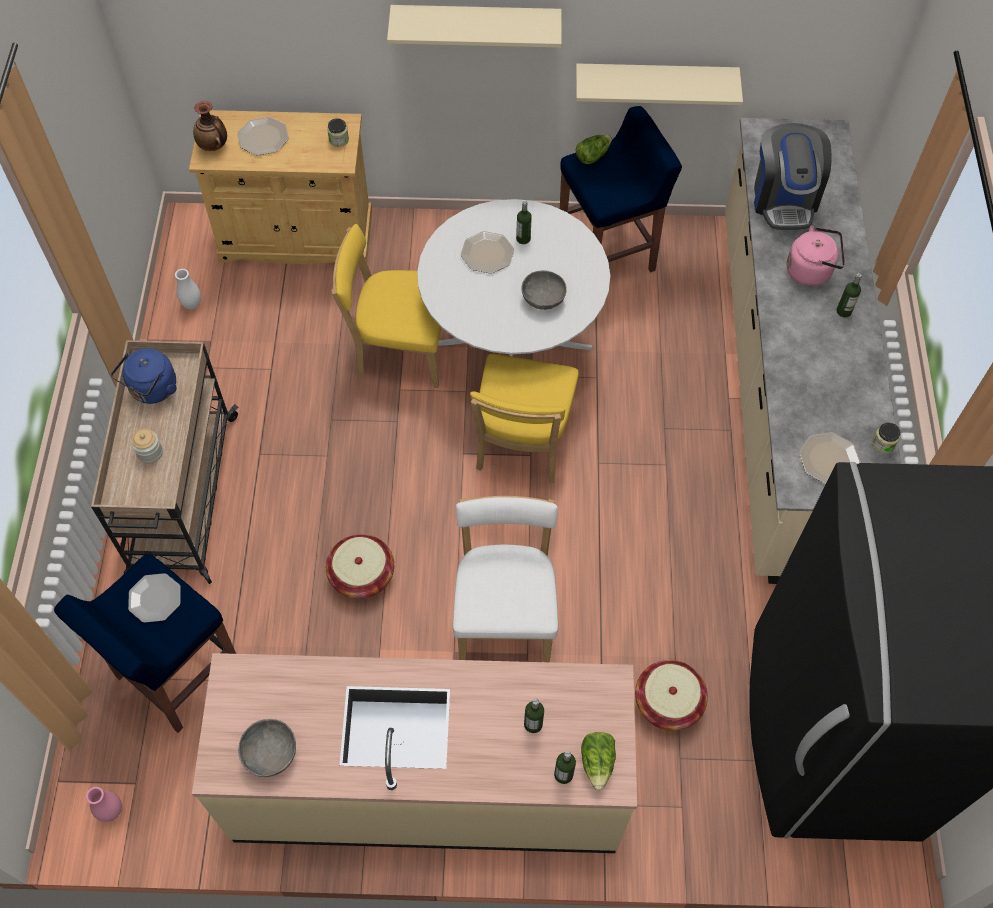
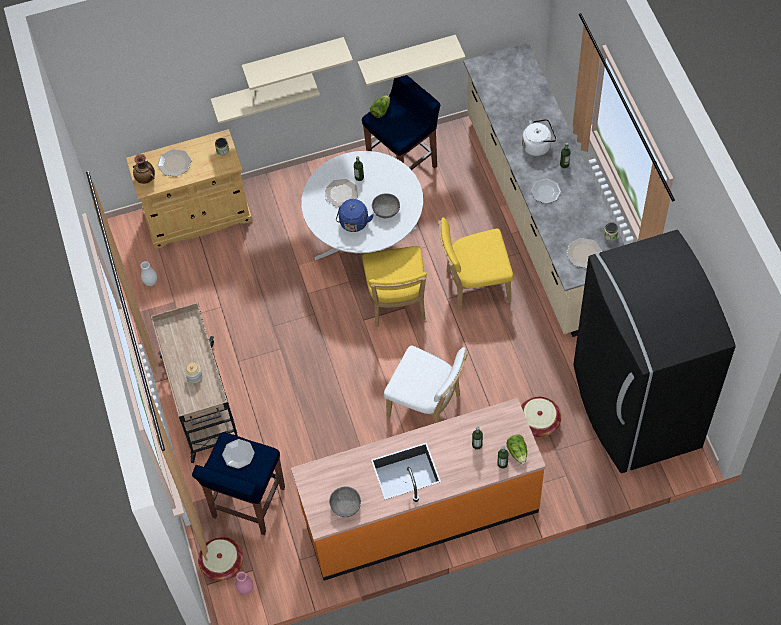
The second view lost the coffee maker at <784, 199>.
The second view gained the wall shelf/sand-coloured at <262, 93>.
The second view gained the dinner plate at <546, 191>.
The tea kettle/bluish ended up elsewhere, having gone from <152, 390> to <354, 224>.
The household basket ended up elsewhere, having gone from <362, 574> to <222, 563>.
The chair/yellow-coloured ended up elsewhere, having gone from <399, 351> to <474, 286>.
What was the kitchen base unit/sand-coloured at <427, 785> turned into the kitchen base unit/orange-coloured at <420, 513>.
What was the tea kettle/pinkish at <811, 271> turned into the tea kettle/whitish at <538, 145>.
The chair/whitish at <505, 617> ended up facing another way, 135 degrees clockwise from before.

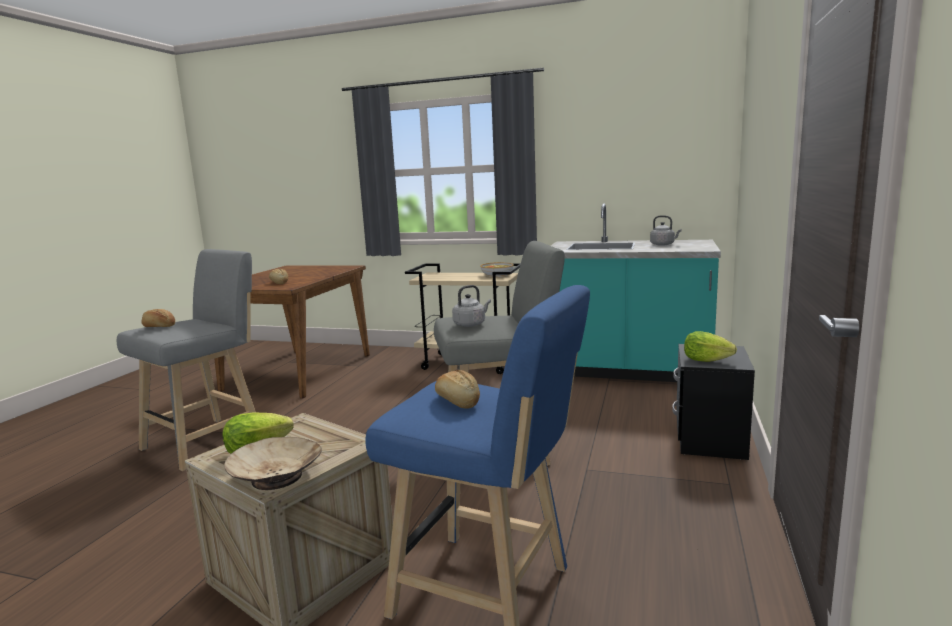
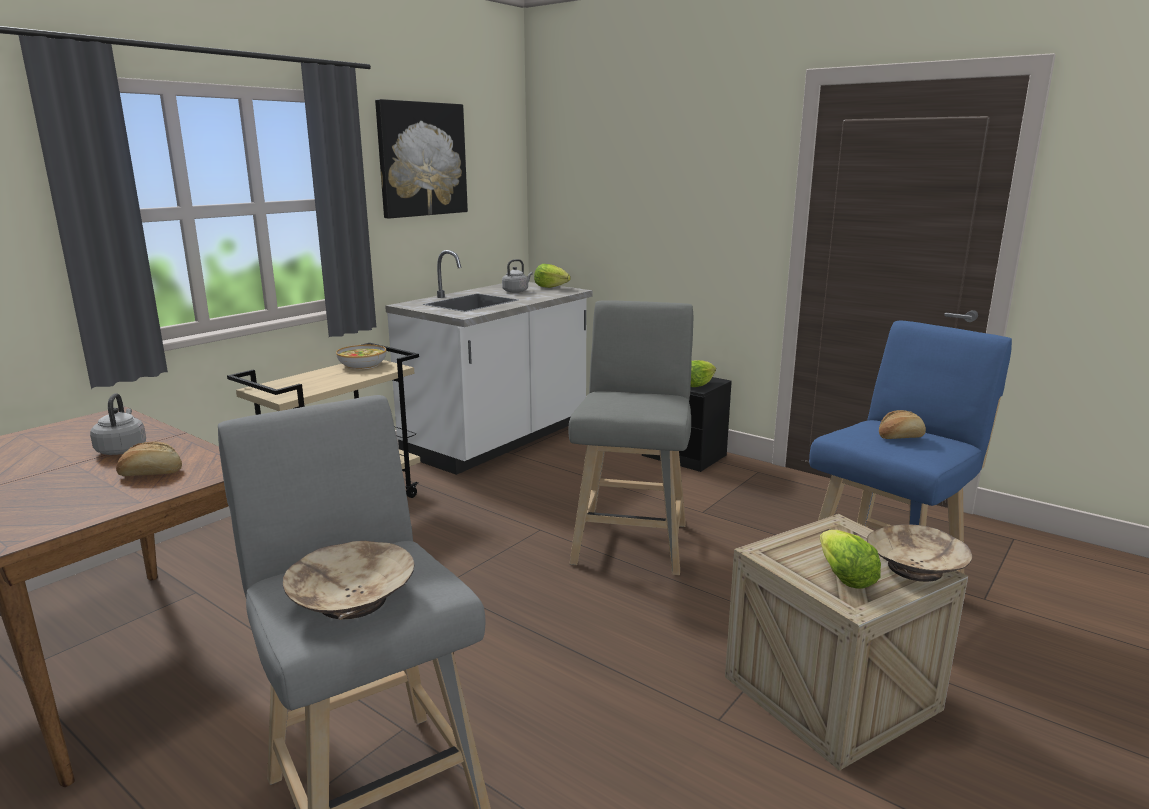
The second view gained the wall art at <421, 159>.
The second view gained the lettuce at <550, 287>.
The tea kettle/grey ended up elsewhere, having gone from <471, 324> to <122, 449>.
Where the bakery bread stood at <159, 327>, the bowl/sand-coloured came to stand at <352, 600>.
What was the kitchen base unit/blue-green at <627, 370> turned into the kitchen base unit/whitish at <498, 440>.

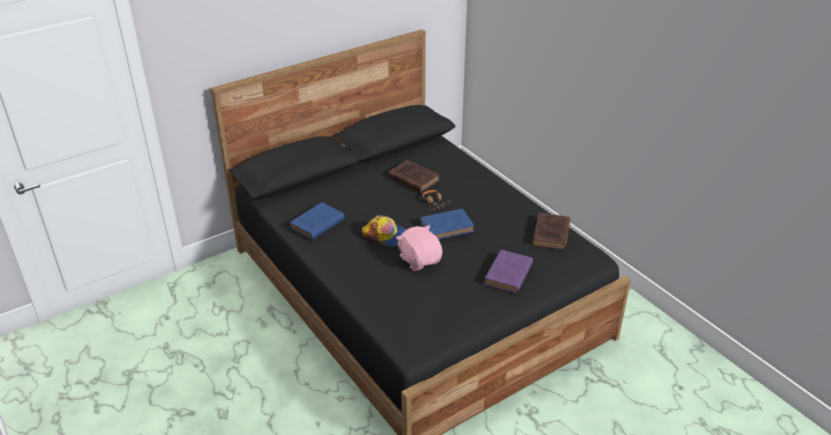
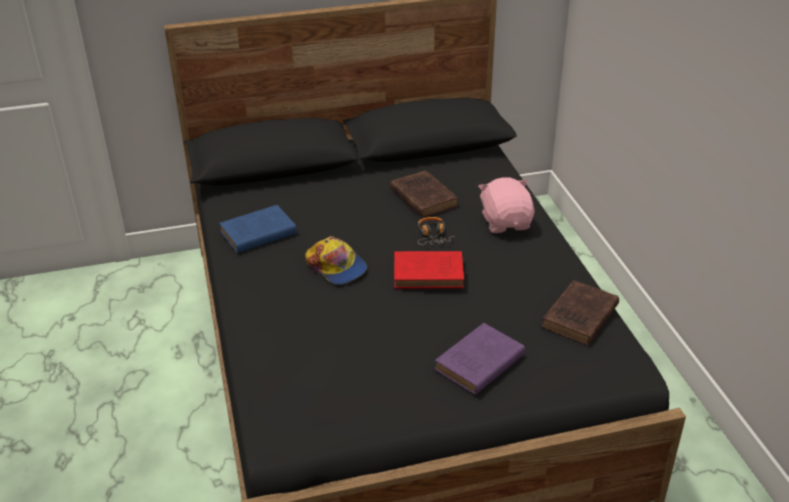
The cuddly toy/pinkish ended up elsewhere, having gone from <420, 260> to <506, 222>.
What was the bound book/bluish at <448, 227> turned into the bound book/reddish at <430, 273>.

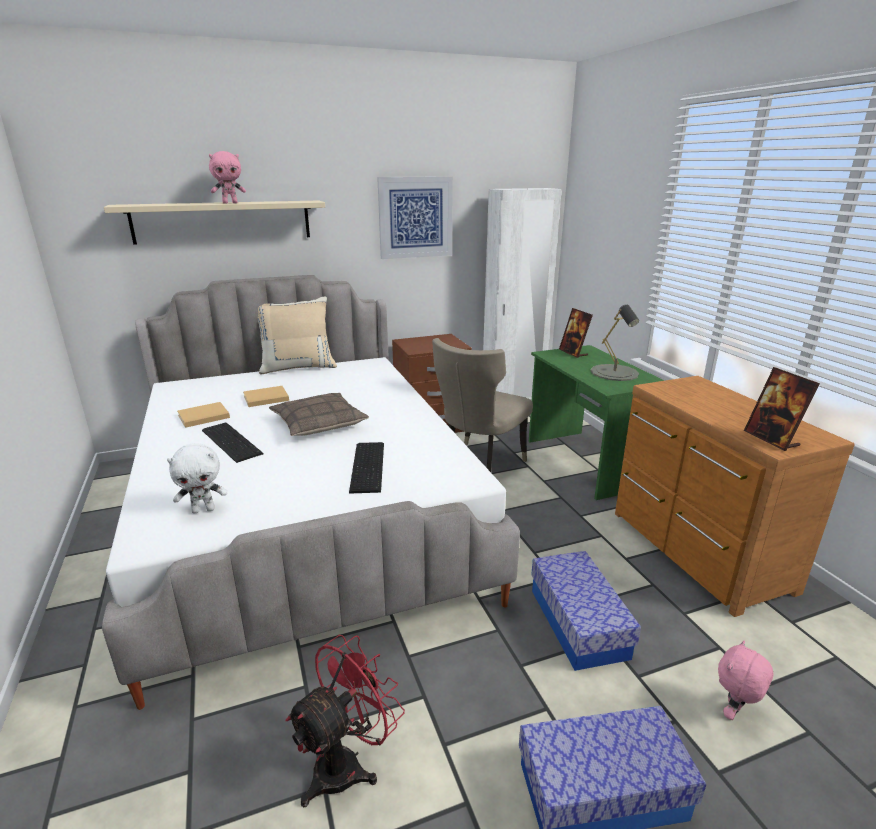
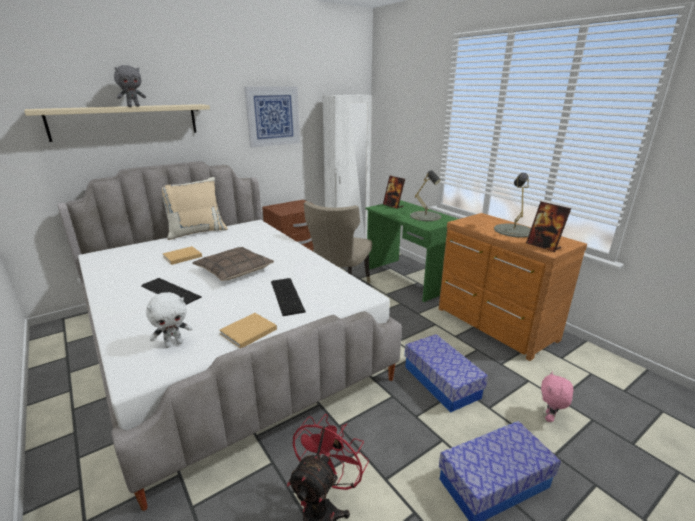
The second view gained the table lamp/grey at <513, 230>.
The bound book/sand-coloured ended up elsewhere, having gone from <202, 416> to <247, 332>.
What was the cuddly toy/pinkish at <230, 203> turned into the cuddly toy/grey at <133, 106>.

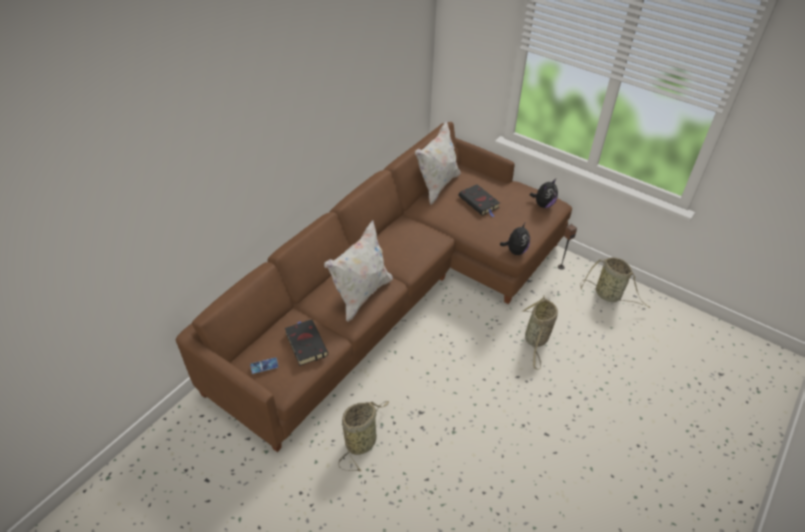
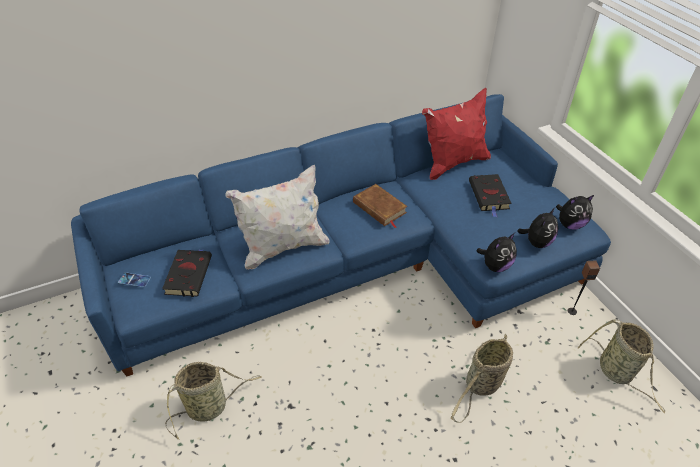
The second view gained the bound book/brown at <379, 208>.
The second view gained the cuddly toy at <536, 242>.
What was the sofa/brown at <398, 289> turned into the sofa/bluish at <363, 262>.
What was the throw pillow/whitish at <437, 186> turned into the throw pillow/reddish at <453, 163>.

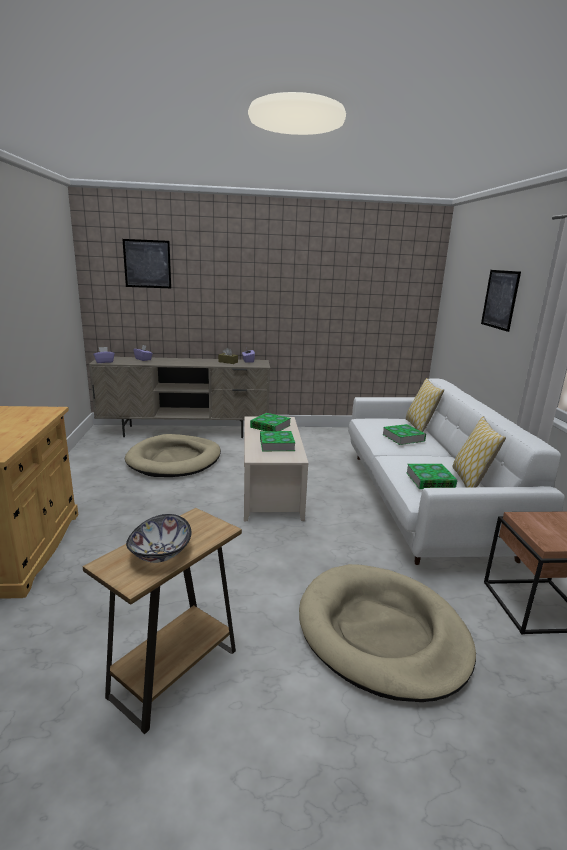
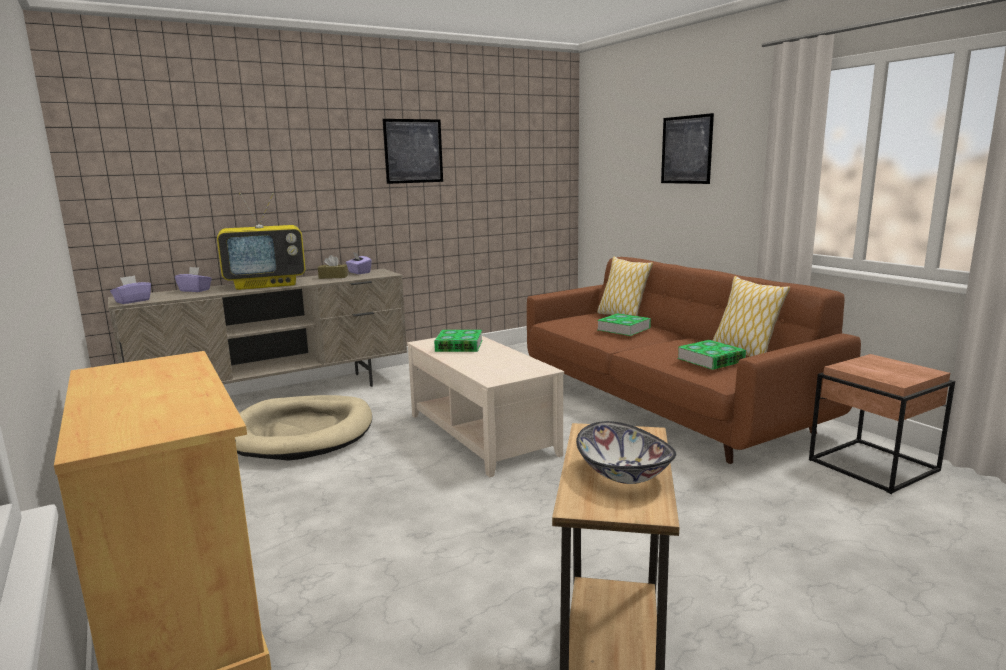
The second view lost the bound book at <277, 444>.
The second view lost the dog cushion/sand-coloured at <382, 633>.
The second view gained the TV set at <266, 284>.
The wall art ended up elsewhere, having gone from <147, 264> to <413, 151>.
What was the sofa/whitish at <421, 500> turned into the sofa/brown at <663, 402>.

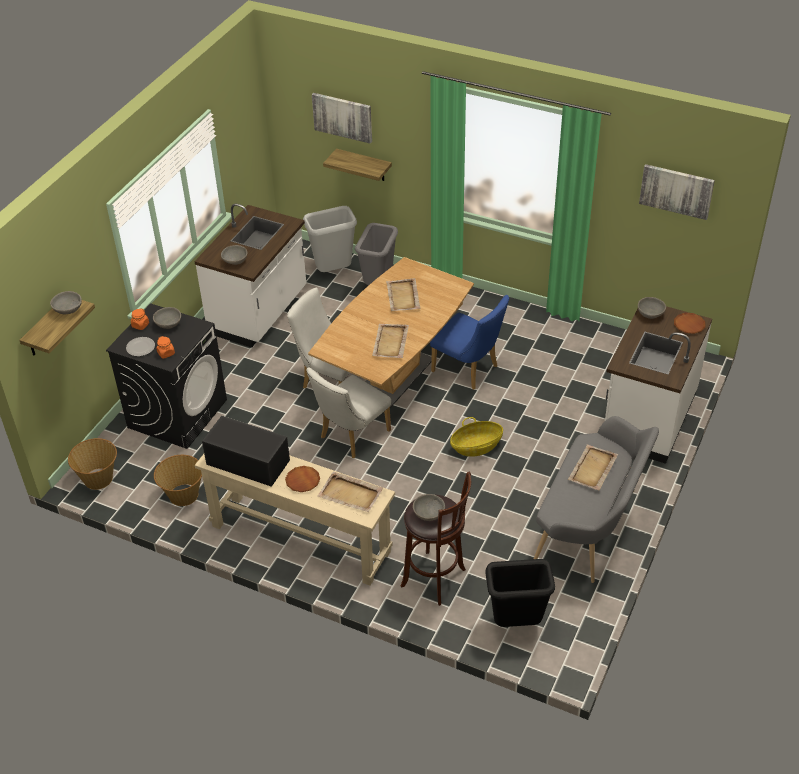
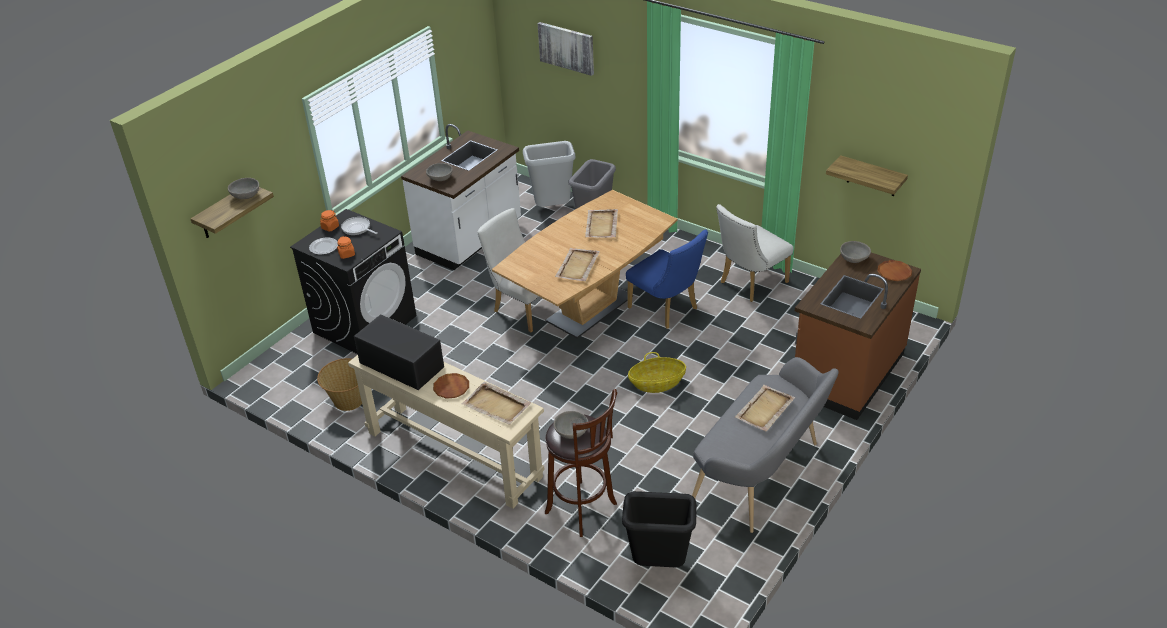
The second view lost the household basket at <99, 478>.
The second view lost the wall art at <676, 191>.
The chair/whitish ended up elsewhere, having gone from <351, 436> to <749, 284>.
The wall shelf ended up elsewhere, having gone from <364, 165> to <872, 176>.
Where the bowl/grey stood at <168, 324>, the skillet came to stand at <357, 228>.
What was the kitchen base unit/whitish at <648, 417> turned into the kitchen base unit/brown at <846, 372>.

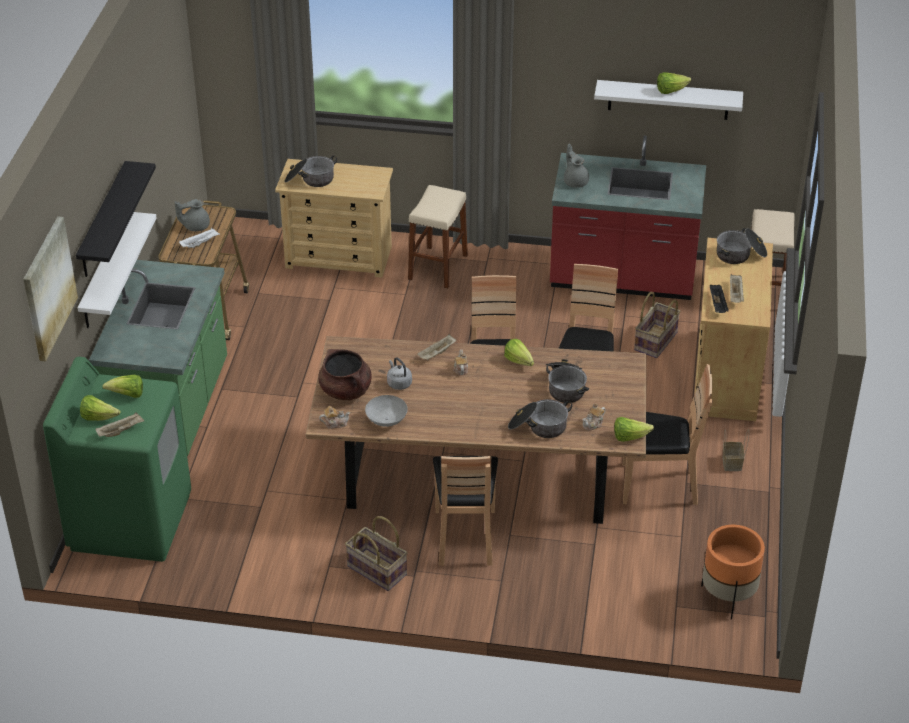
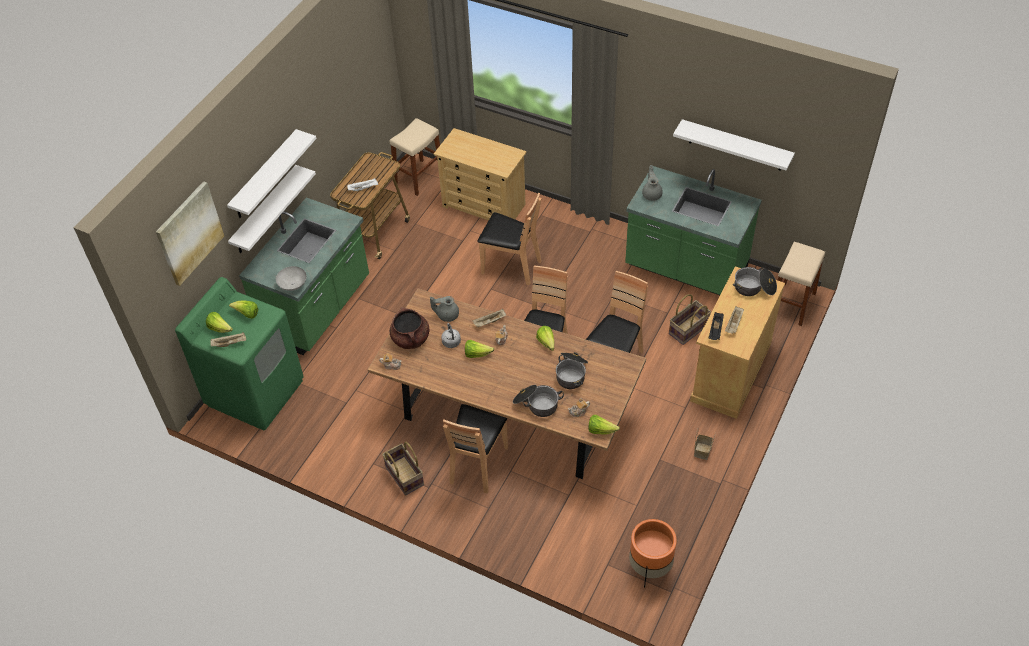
The second view lost the cooking pot at <310, 179>.
The tea pot/grey ended up elsewhere, having gone from <195, 226> to <447, 315>.
The bowl/grey ended up elsewhere, having gone from <387, 420> to <293, 285>.
The stool/sand-coloured ended up elsewhere, having gone from <438, 267> to <419, 177>.
The chair/brown ended up elsewhere, having gone from <658, 485> to <511, 266>.
The lettuce ended up elsewhere, having gone from <670, 91> to <477, 354>.
What was the wall shelf/blackish at <103, 221> turned into the wall shelf/whitish at <265, 176>.
What was the kitchen base unit/reddish at <622, 279> turned into the kitchen base unit/green-coloured at <685, 269>.

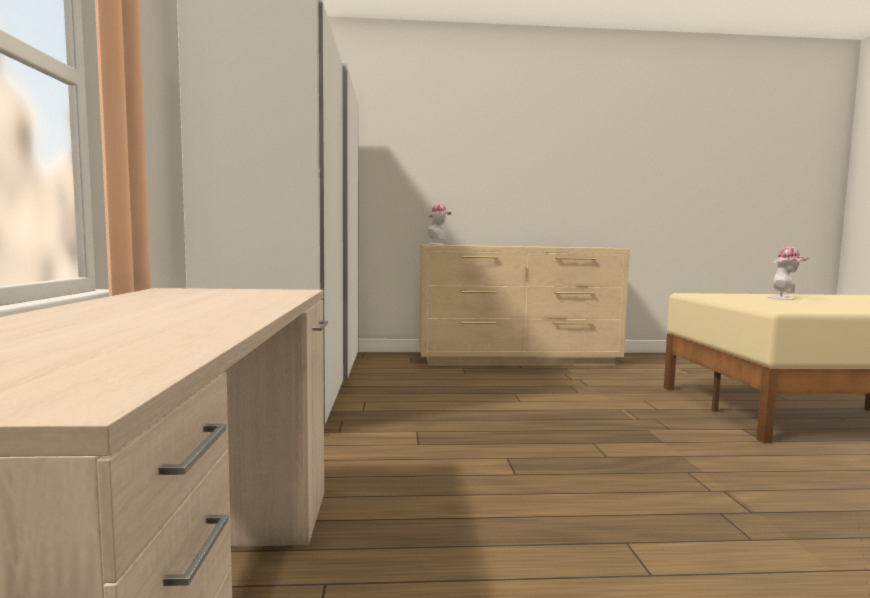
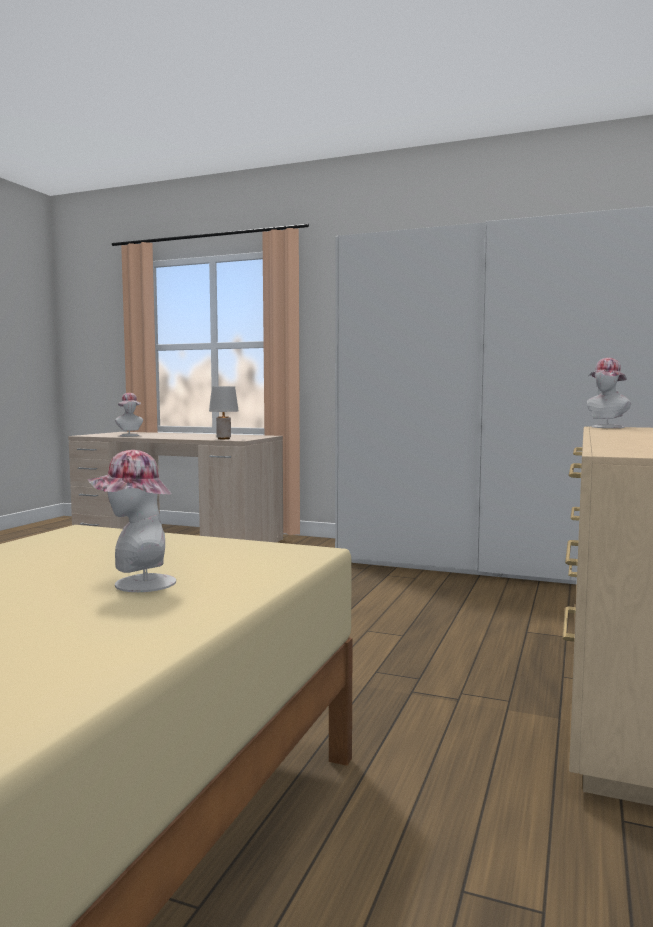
The second view gained the hat at <130, 435>.
The second view gained the table lamp/grey at <224, 439>.

